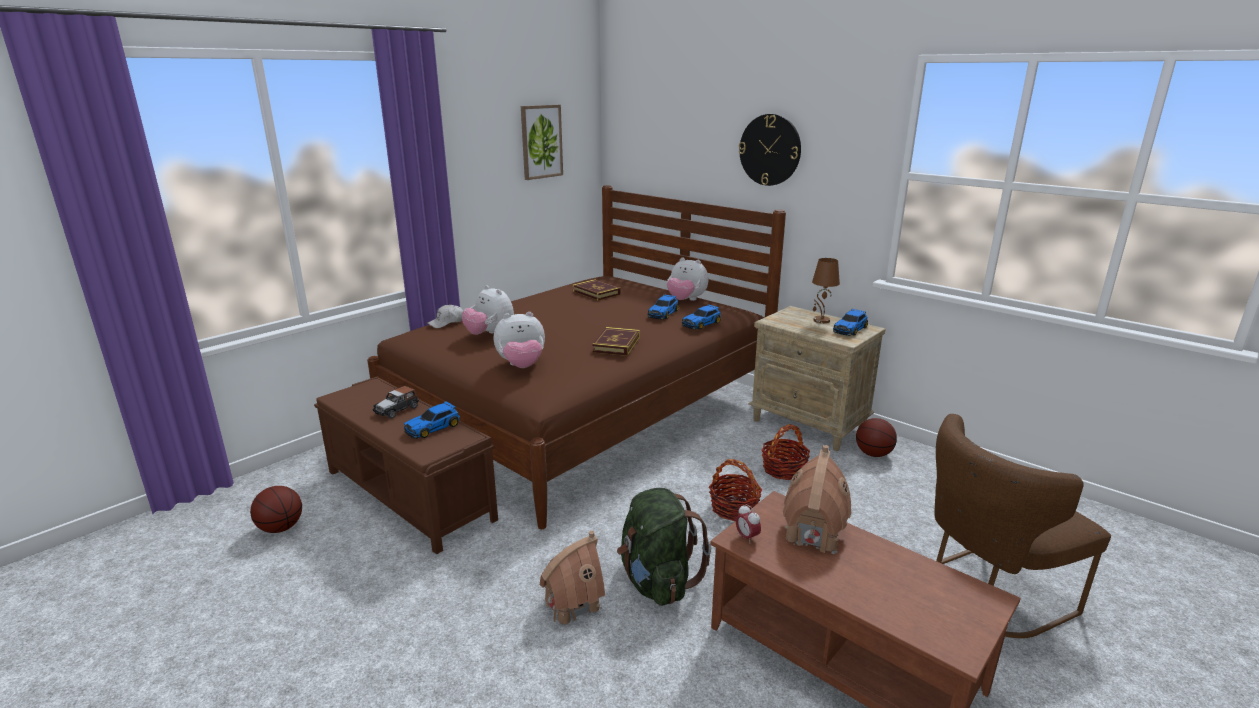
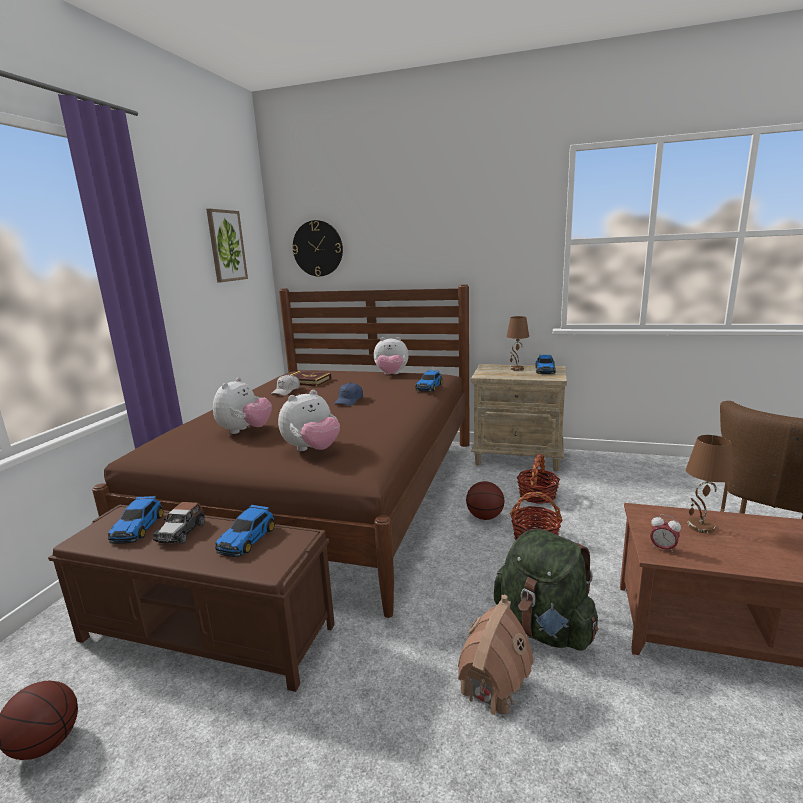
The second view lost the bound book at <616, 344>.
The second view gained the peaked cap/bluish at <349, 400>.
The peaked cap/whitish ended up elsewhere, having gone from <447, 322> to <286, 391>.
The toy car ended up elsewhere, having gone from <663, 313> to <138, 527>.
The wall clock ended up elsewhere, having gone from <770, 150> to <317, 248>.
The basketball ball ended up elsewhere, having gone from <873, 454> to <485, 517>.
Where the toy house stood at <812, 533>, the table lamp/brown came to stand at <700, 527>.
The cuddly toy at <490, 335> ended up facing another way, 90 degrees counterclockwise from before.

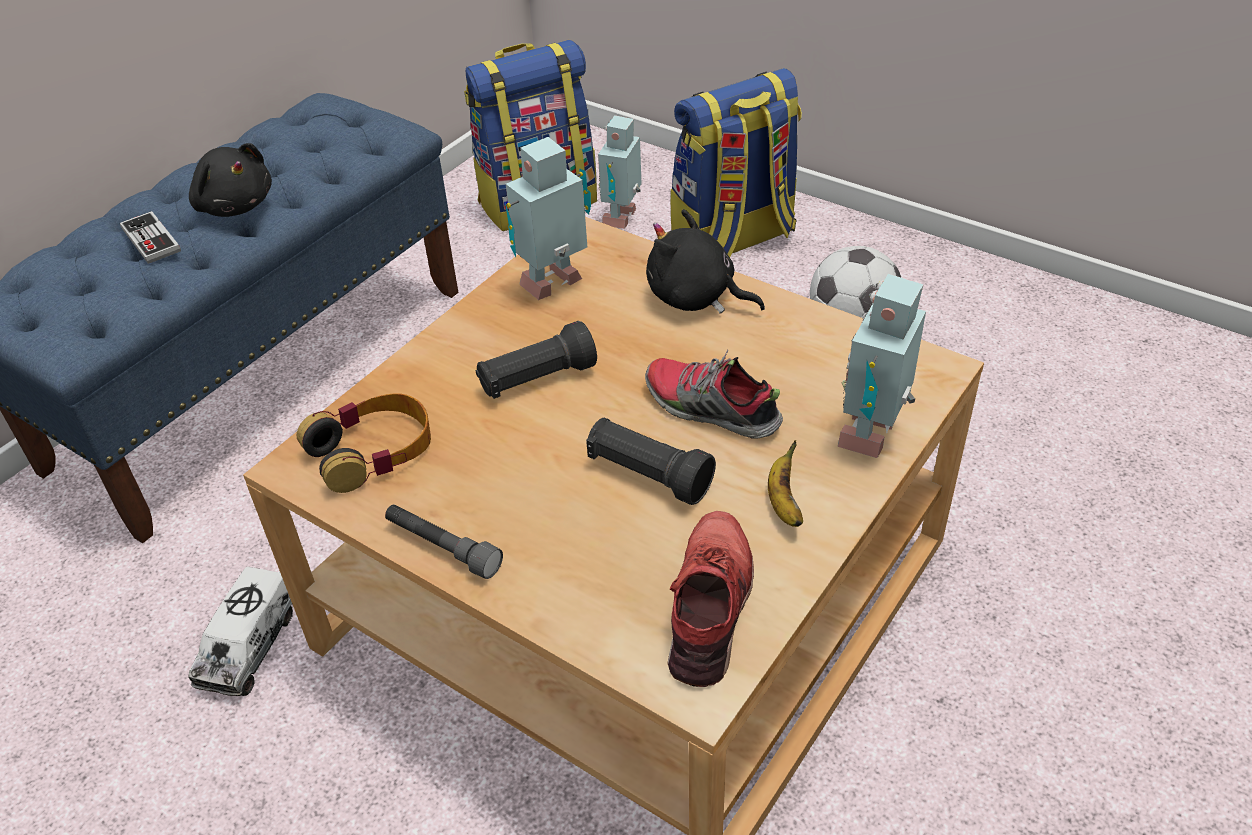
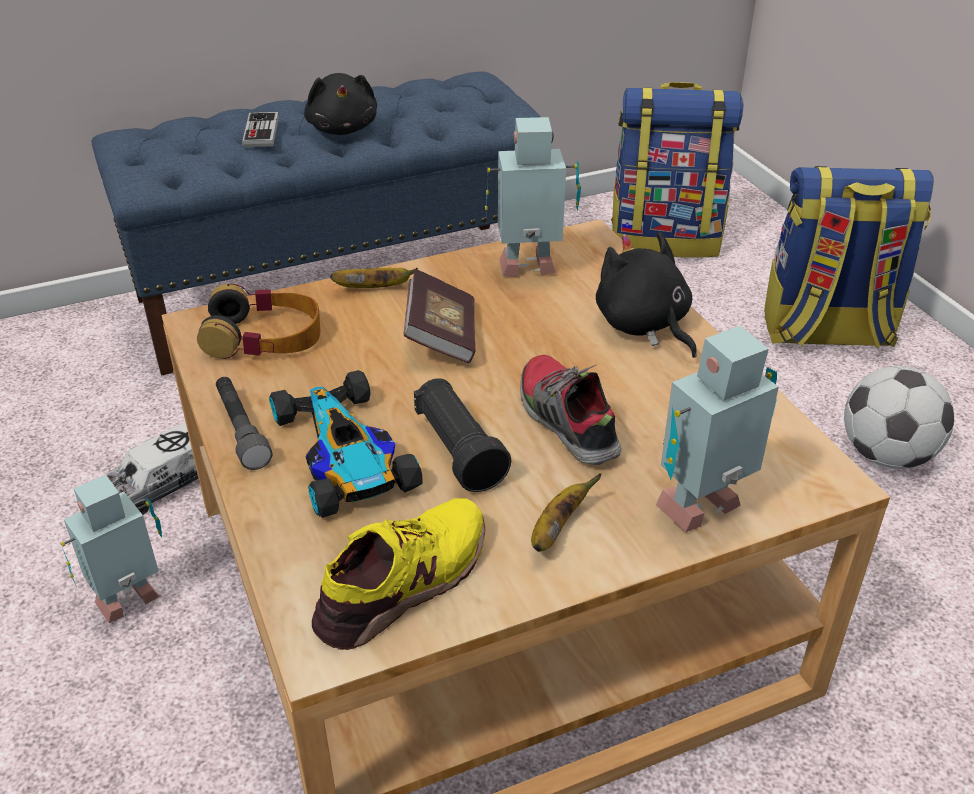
The second view gained the toy car at <344, 455>.
The second view gained the banana at <375, 288>.
The toy robot ended up elsewhere, having gone from <623, 218> to <132, 603>.
Where the flashlight/blackish stood at <537, 379>, the bound book came to stand at <441, 336>.
What was the item of footwear/reddish at <712, 607> turned into the item of footwear/yellow-coloured at <404, 584>.

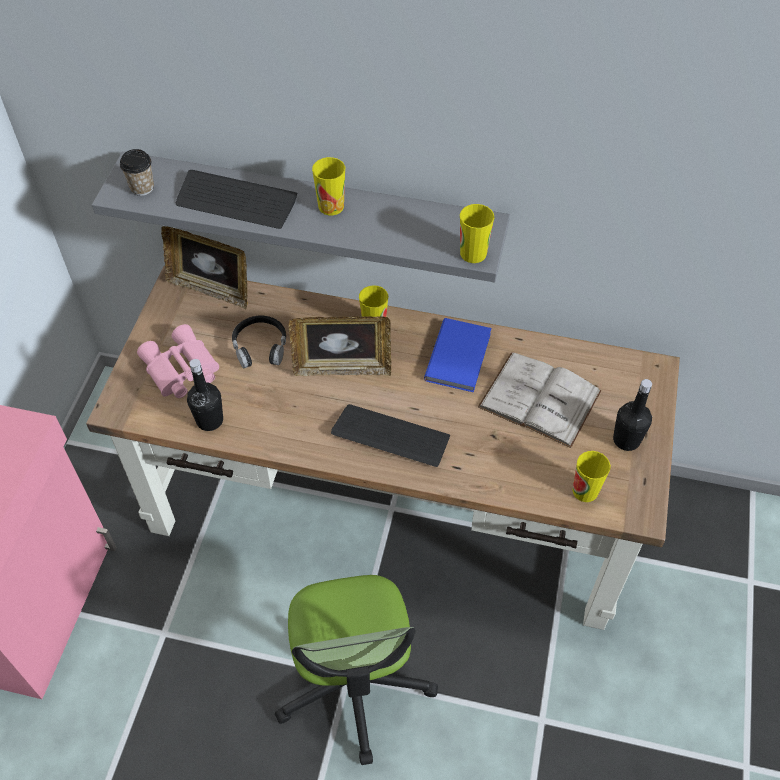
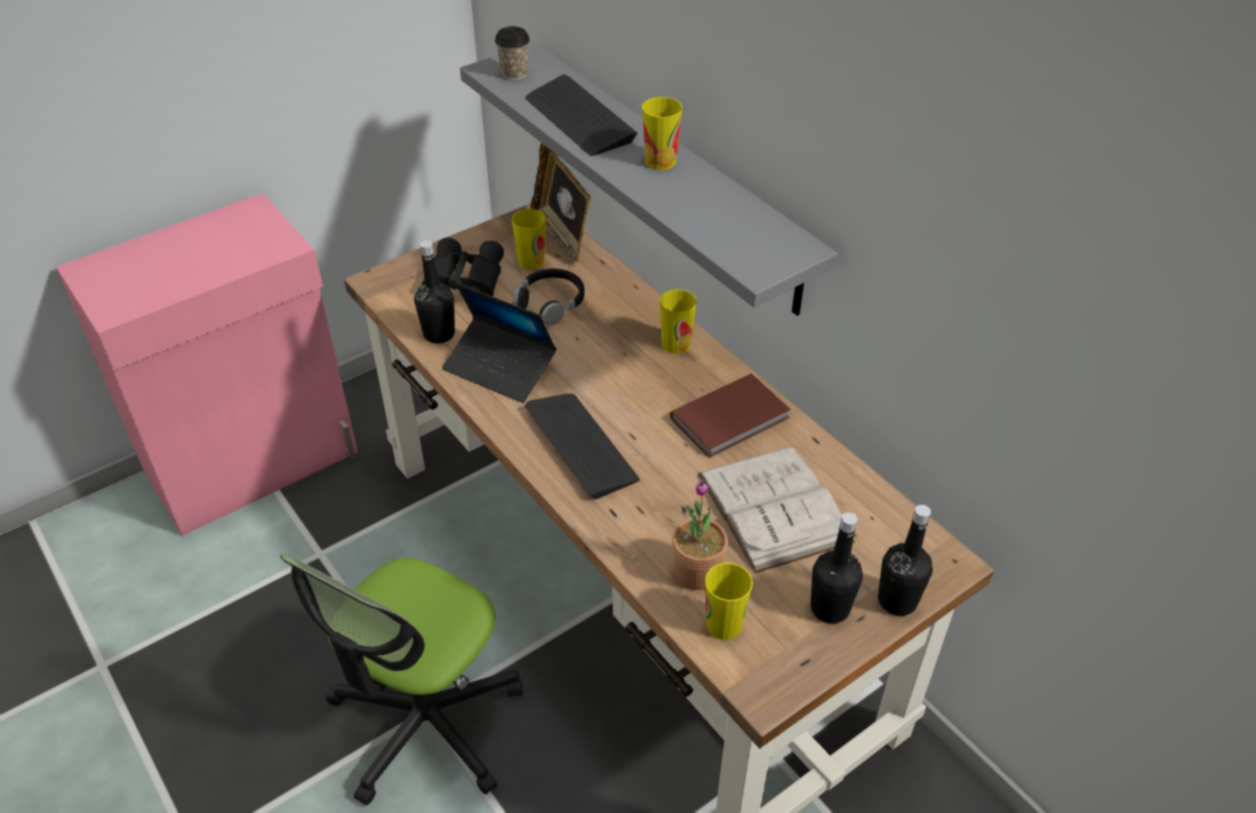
The second view lost the photo frame at <342, 368>.
The second view gained the portable computer at <500, 368>.
The second view gained the plant in a pot at <697, 573>.
The second view gained the bottle/blackish at <897, 600>.
The small cup ended up elsewhere, having gone from <473, 253> to <531, 261>.
What was the pair of binoculars/pinkish at <180, 370> turned into the pair of binoculars/blackish at <461, 282>.
What was the bound book/bluish at <460, 356> turned into the bound book/brown at <732, 419>.

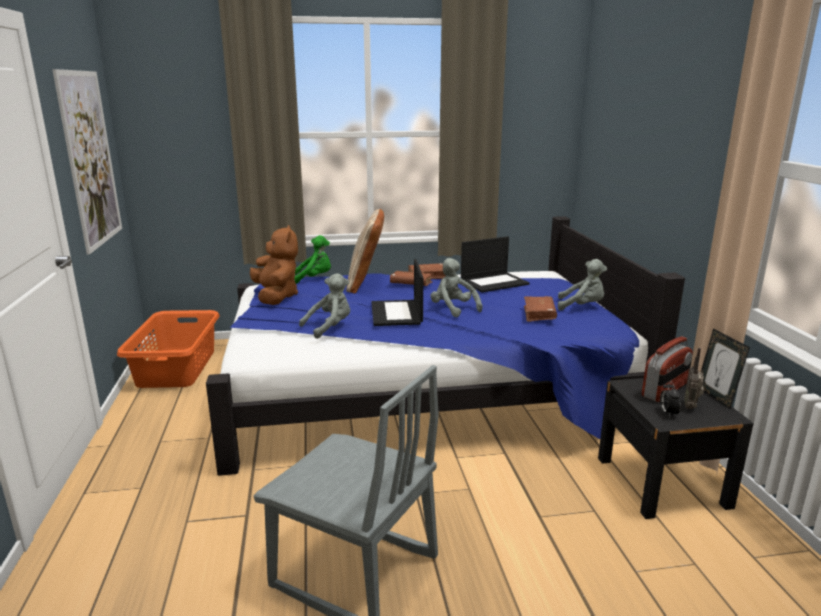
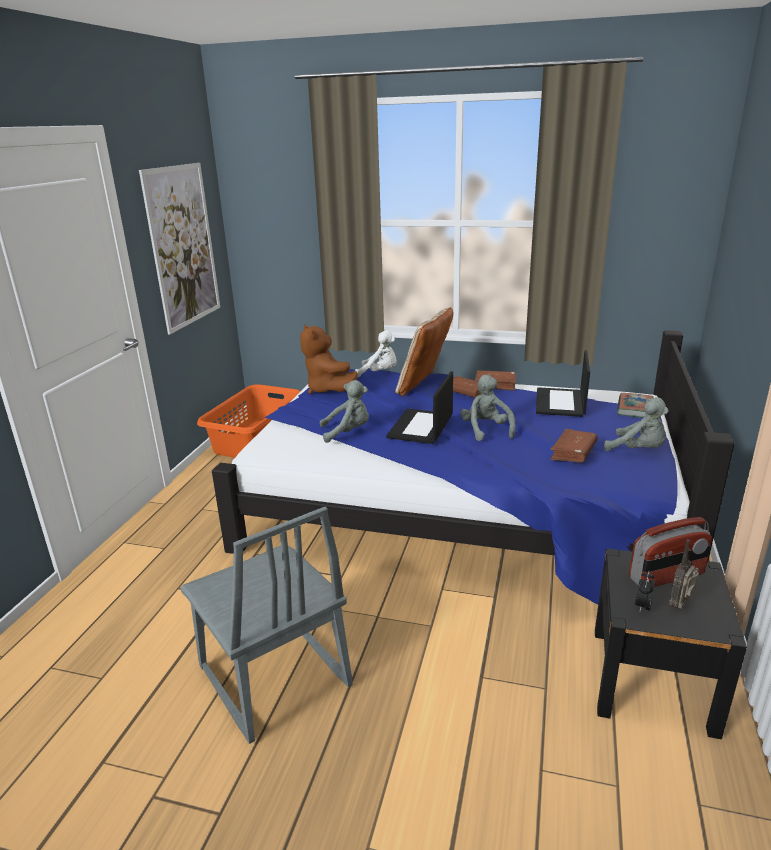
The second view lost the photo frame at <716, 397>.
The second view gained the bound book at <634, 408>.
What was the cuddly toy/green-coloured at <314, 278> turned into the cuddly toy/whitish at <379, 373>.
The cuddly toy/brown at <276, 297> ended up facing another way, 150 degrees clockwise from before.
The portable computer at <494, 282> ended up facing another way, 105 degrees clockwise from before.

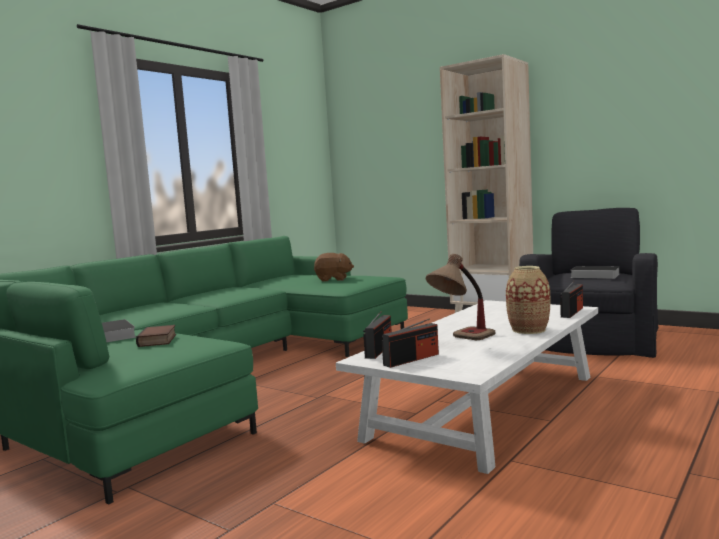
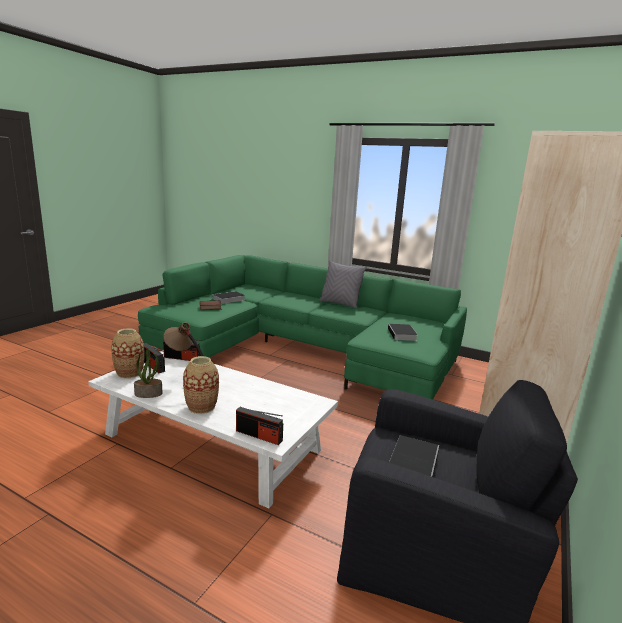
The second view gained the flower vase at <129, 373>.
The second view gained the plant in a pot at <149, 393>.
The second view gained the throw pillow/grey at <340, 304>.
Where the cuddly toy/brown stood at <333, 279>, the bound book came to stand at <402, 335>.

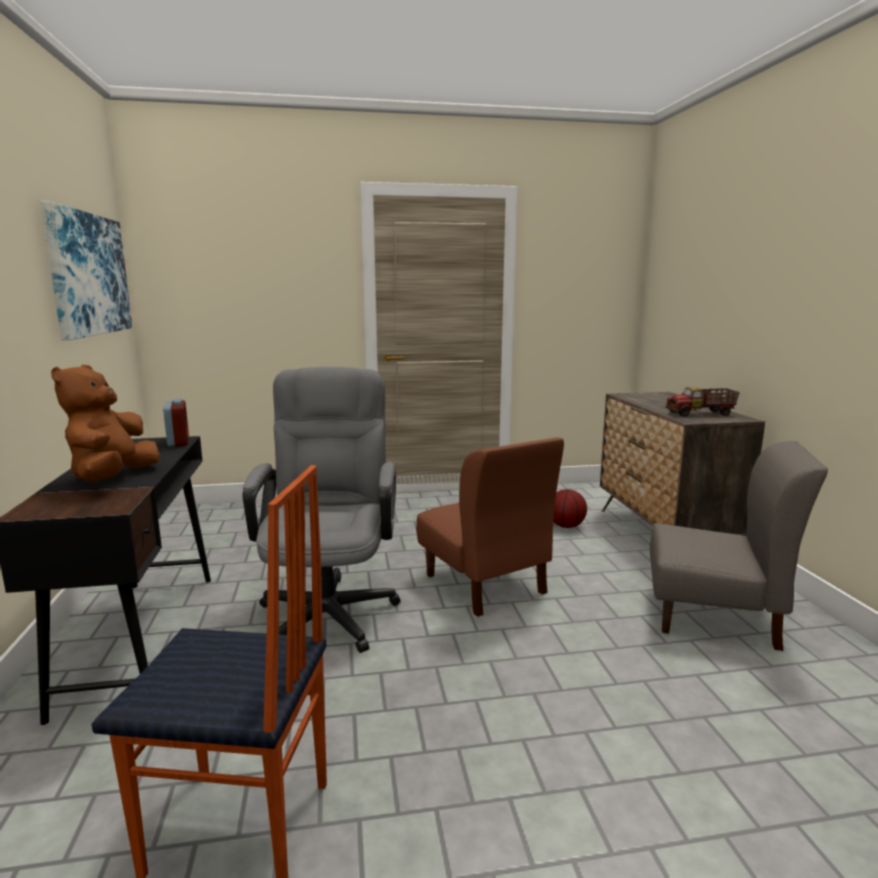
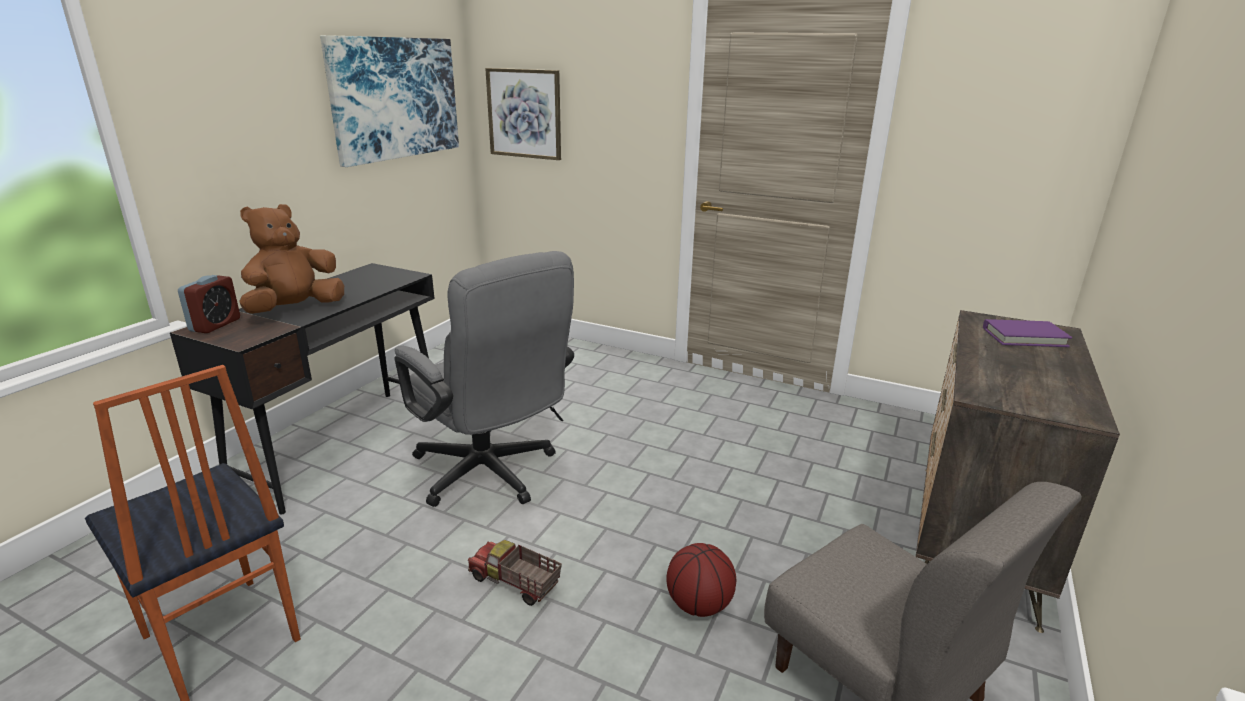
The second view lost the chair/brown at <485, 584>.
The second view gained the wall art at <524, 113>.
The second view gained the bound book/purple at <1024, 337>.
The table clock ended up elsewhere, having gone from <178, 442> to <215, 325>.
The basketball ball ended up elsewhere, having gone from <566, 526> to <699, 605>.
The toy truck ended up elsewhere, having gone from <701, 414> to <514, 584>.
The computer chair/grey at <330, 607> ended up facing another way, 105 degrees clockwise from before.

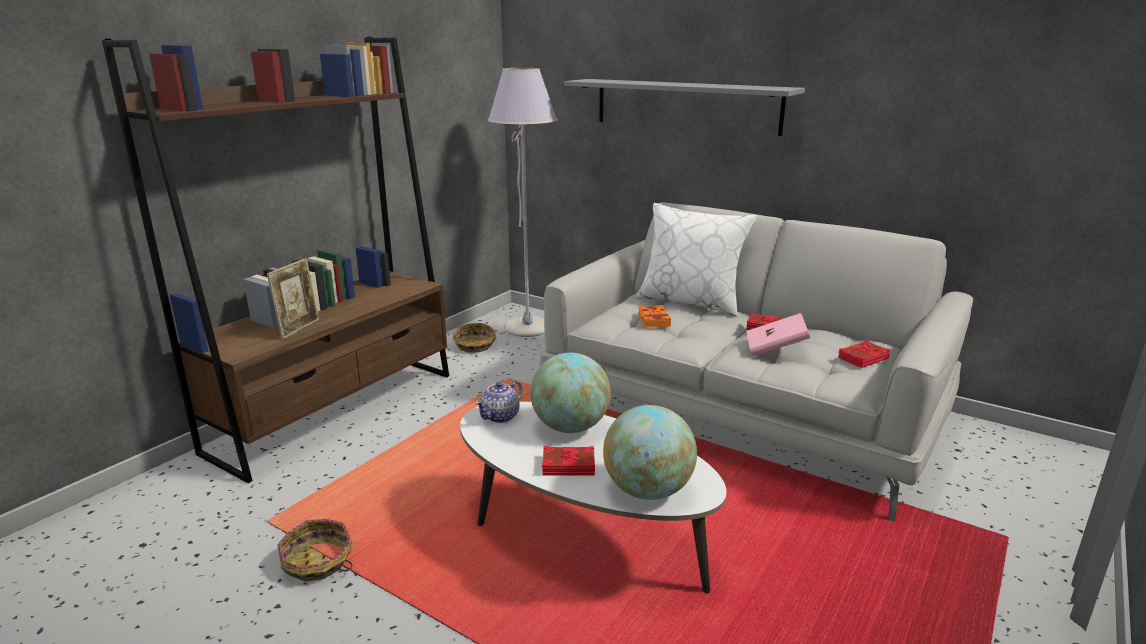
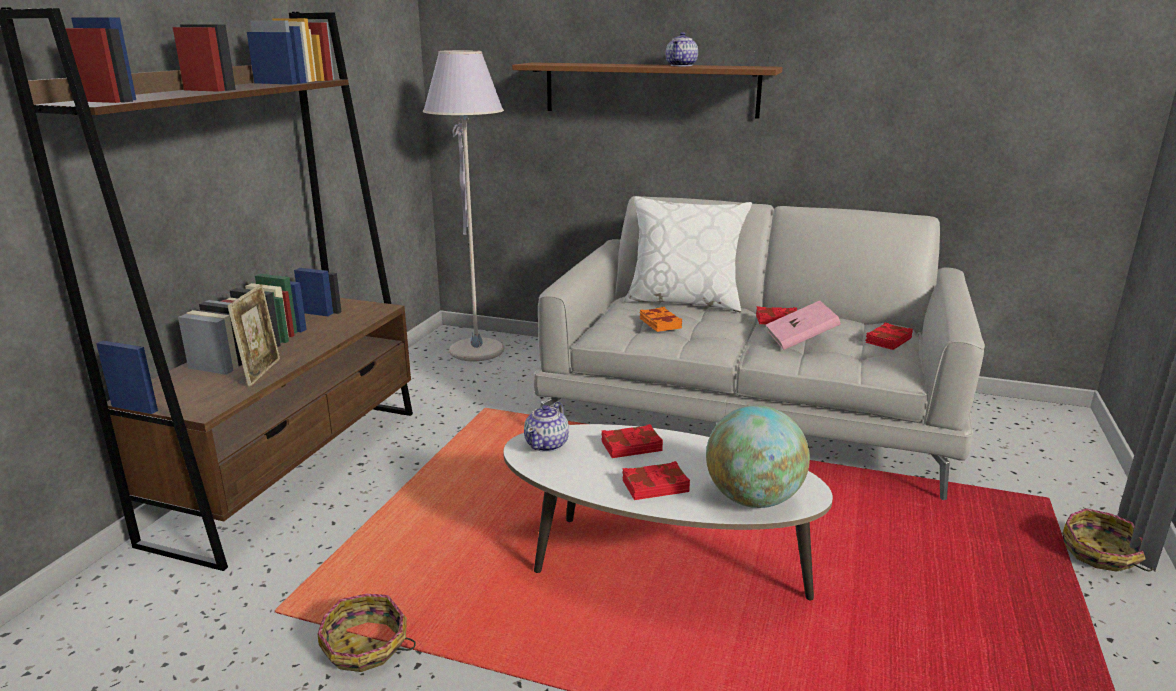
The second view gained the tea pot at <681, 65>.
The household basket ended up elsewhere, having gone from <474, 346> to <1100, 554>.
Where the desk globe stood at <570, 427>, the bound book/reddish came to stand at <631, 446>.
What was the wall shelf/grey at <685, 105> turned into the wall shelf/brown at <650, 89>.

